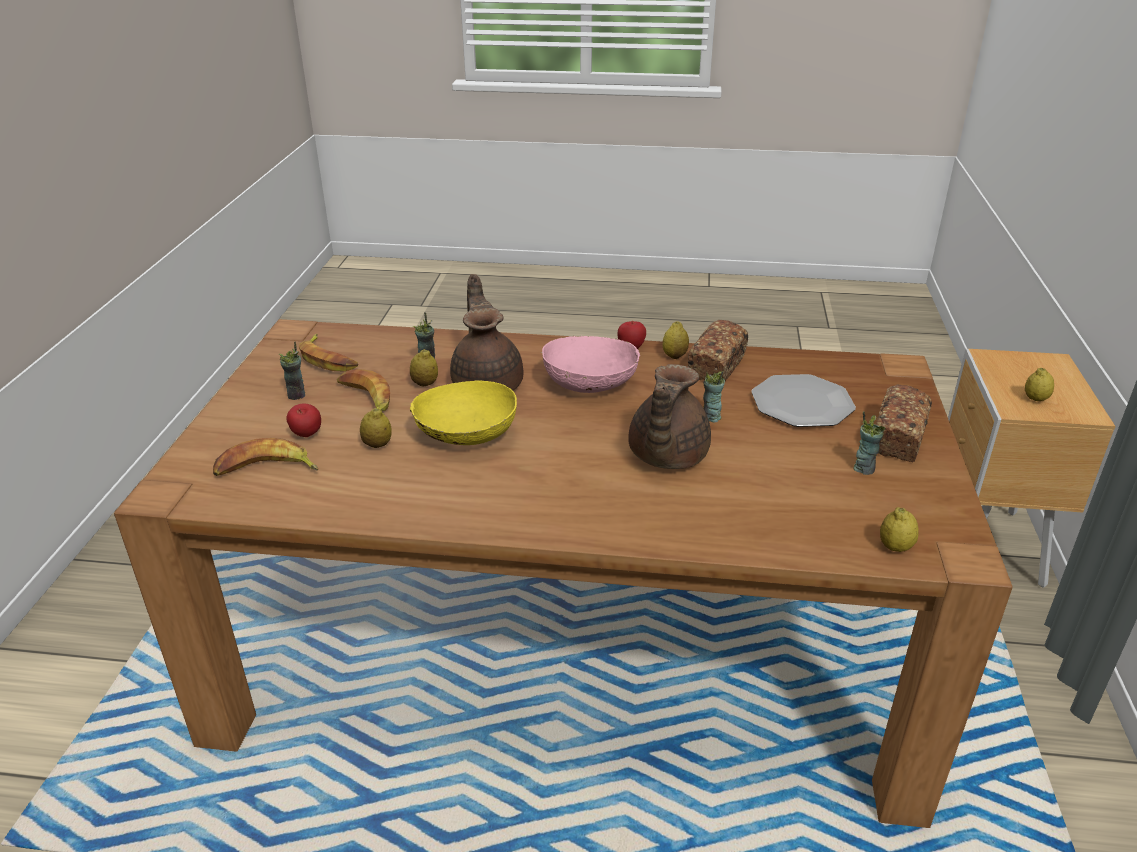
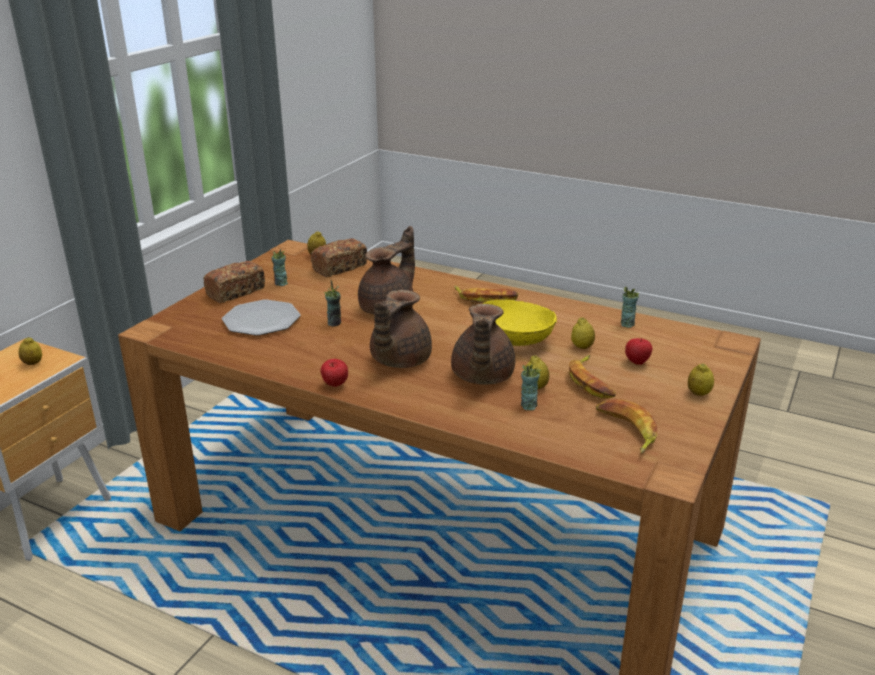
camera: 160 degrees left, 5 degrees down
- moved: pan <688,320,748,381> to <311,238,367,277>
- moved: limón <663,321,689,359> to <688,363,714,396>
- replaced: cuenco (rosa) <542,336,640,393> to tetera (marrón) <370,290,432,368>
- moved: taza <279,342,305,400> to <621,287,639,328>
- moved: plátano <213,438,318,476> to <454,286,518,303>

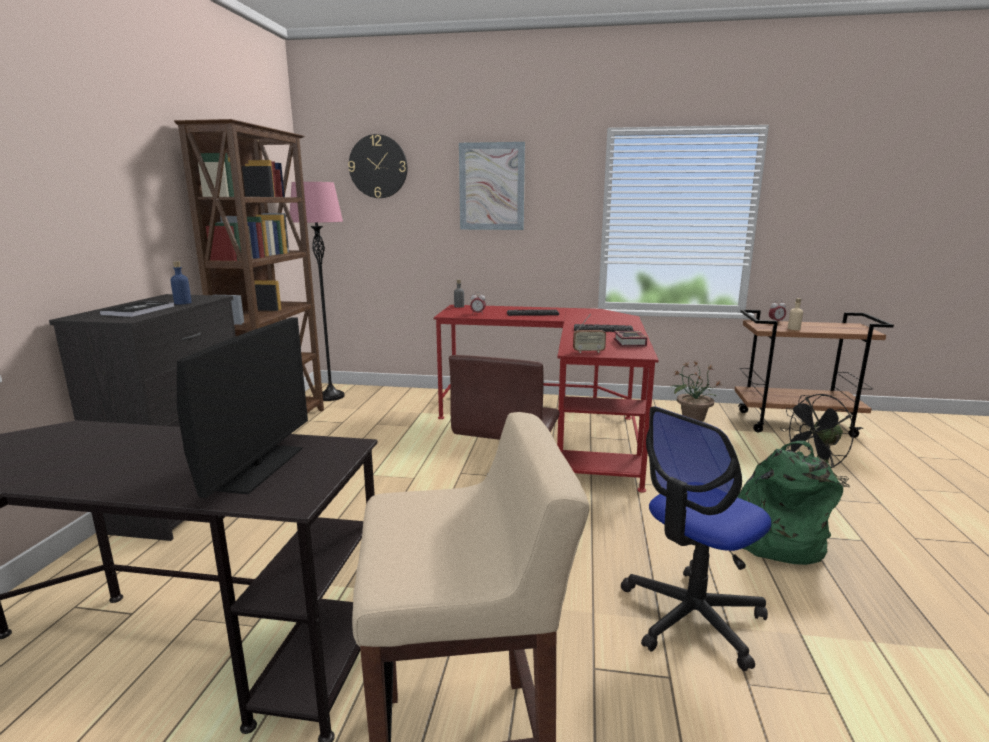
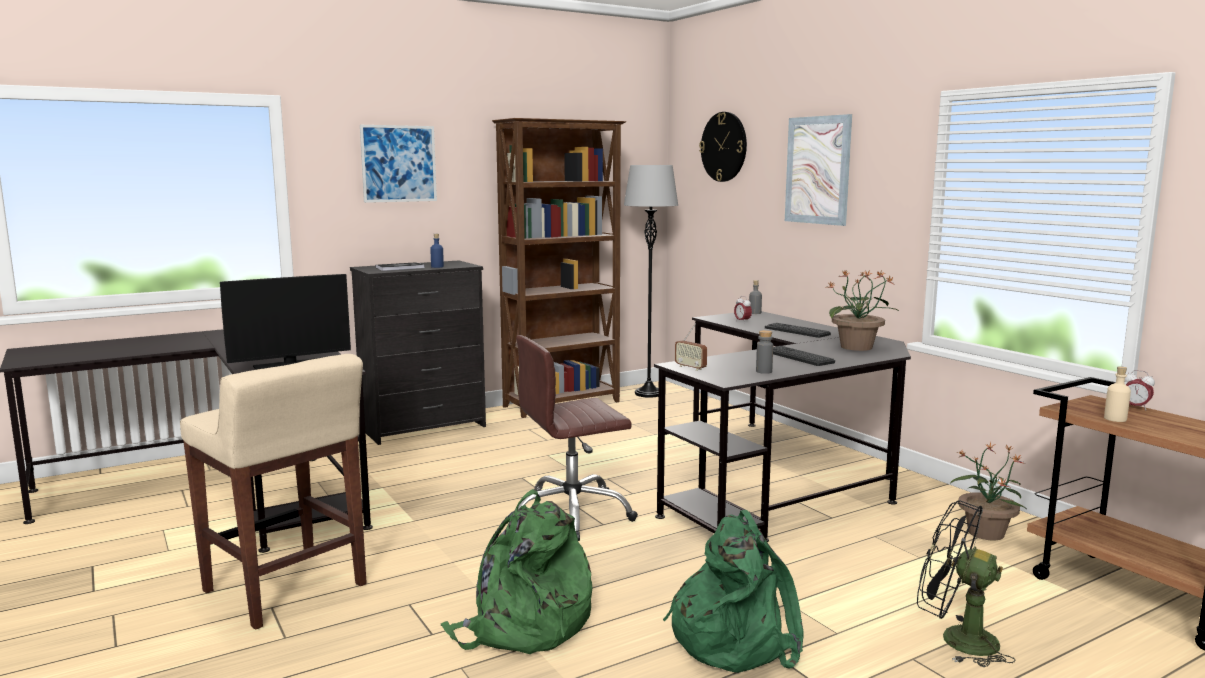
camera: 50 degrees right, 5 degrees down
- recoloured: lámpara de pie (rosa) <290,182,344,401> to lámpara de pie (gris) <624,165,678,398>
- recoloured: escritorio (rojo) <434,305,659,492> to escritorio (negro) <654,311,911,542>
- replaced: libro <614,331,647,347> to botella (gris) <756,330,773,374>
- replaced: silla de oficina <621,406,771,671> to mochila (verde) <441,489,592,654>
- added: cuadro <360,125,437,203>
- added: planta en maceta <826,270,900,351>

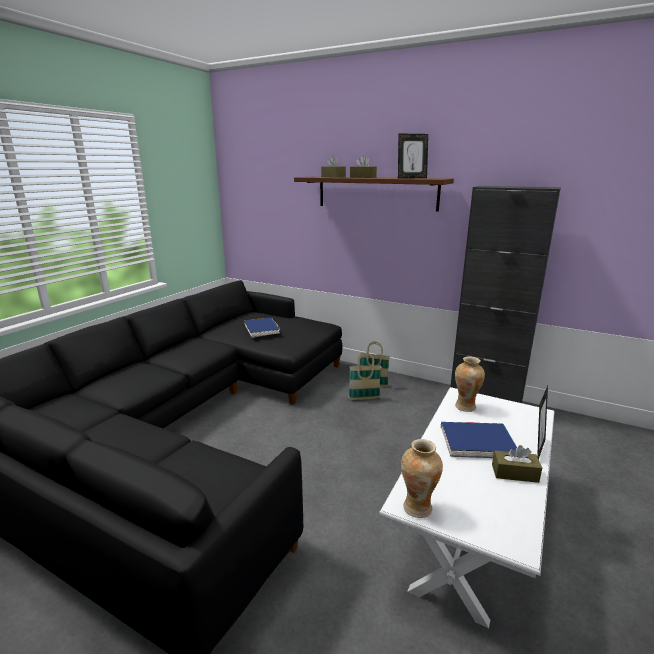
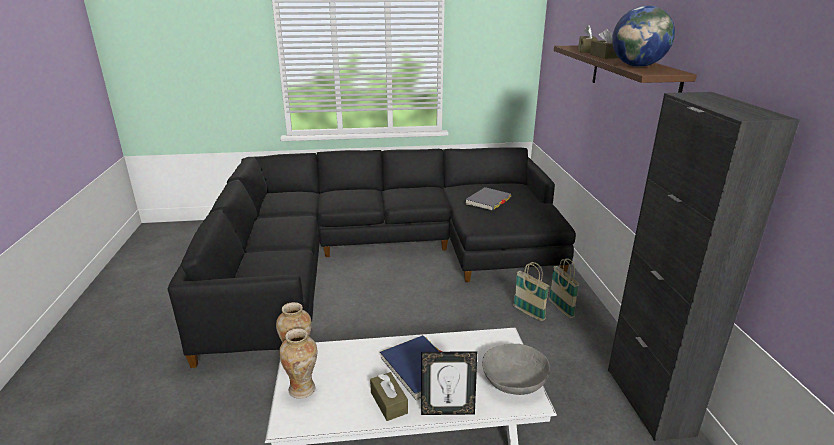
camera: 55 degrees right, 5 degrees up
- replaced: portarretratos <398,134,428,178> to globo terráqueo <612,6,675,67>
- recoloured: libro (azul) <244,318,281,338> to libro (gris) <465,187,511,211>
- moved: florero <455,356,485,412> to <279,328,317,399>
- added: cuenco (gris) <482,344,550,395>

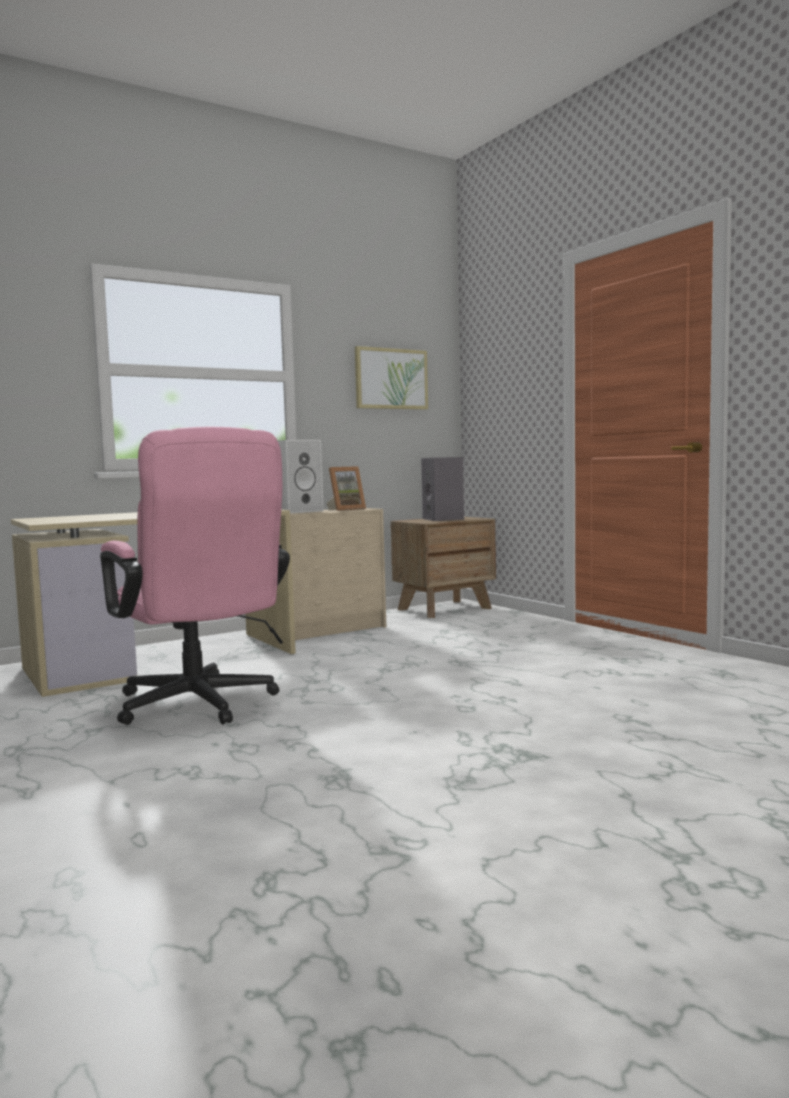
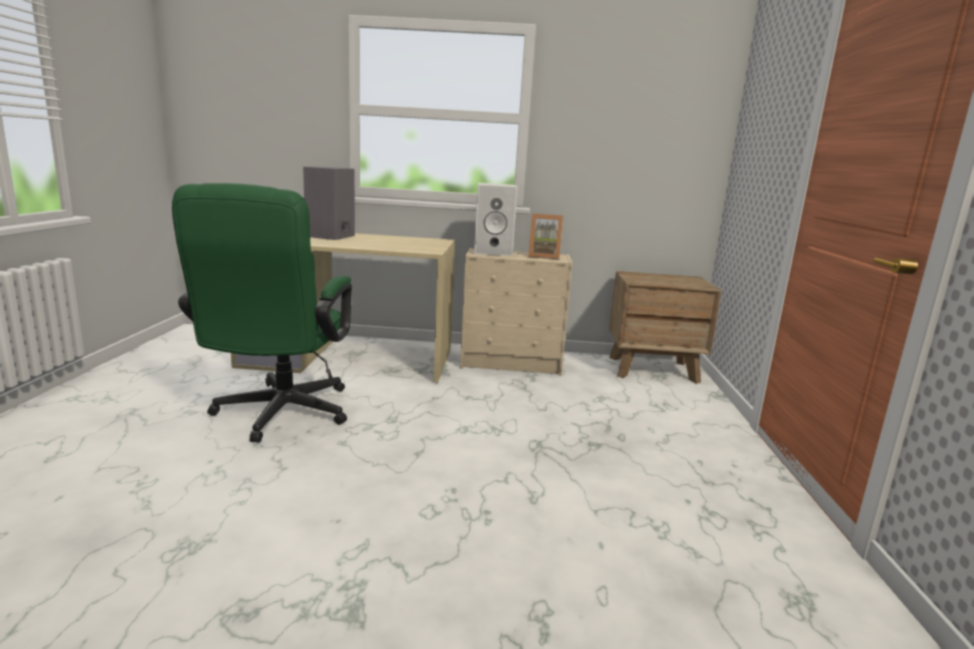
camera: 35 degrees right, 10 degrees up
- removed: cuadro <355,346,428,410>
- recoloured: silla de oficina (rosa) <100,427,290,725> to silla de oficina (verde) <172,183,352,443>
- moved: altavoz (gris) <421,457,464,521> to <303,167,355,240>

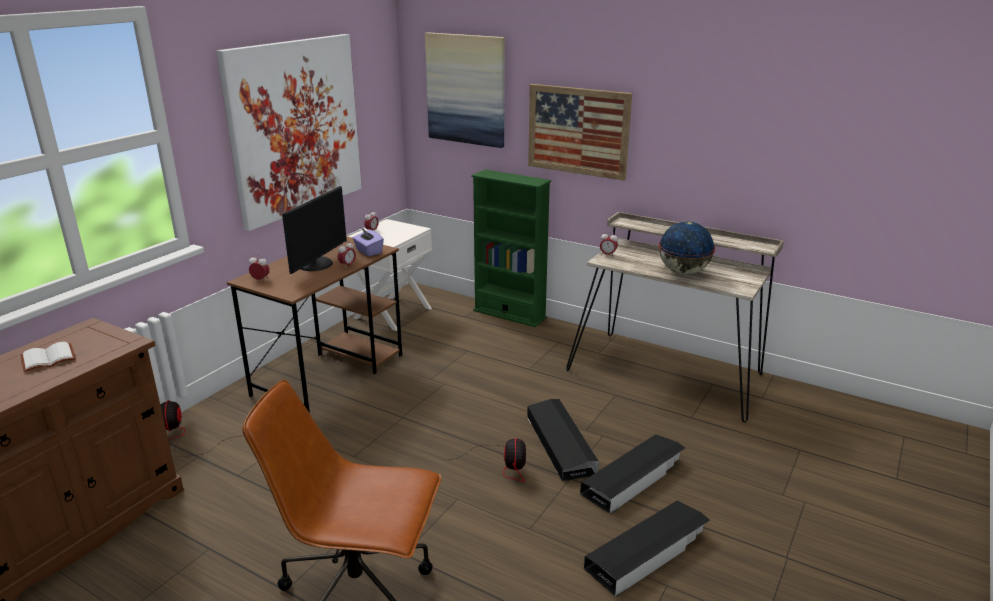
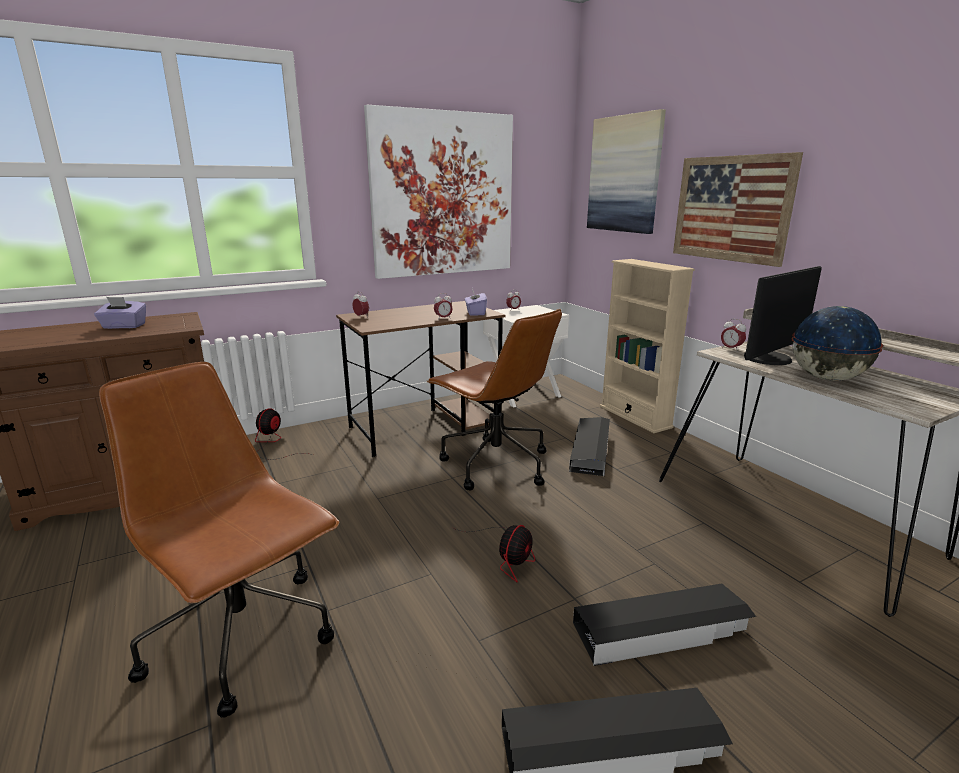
camera: 30 degrees right, 5 degrees down
- recoloured: estantería (verde) <471,169,551,327> to estantería (beis) <600,259,695,433>
- moved: monitor <282,186,347,274> to <744,266,822,365>
- replaced: libro (blanco) <21,342,76,372> to caja de pañuelos (morado) <94,297,146,329>
- moved: caja de almacenaje (negro) <527,399,599,481> to <569,417,610,476>
- added: silla de oficina (marrón) <427,309,562,491>

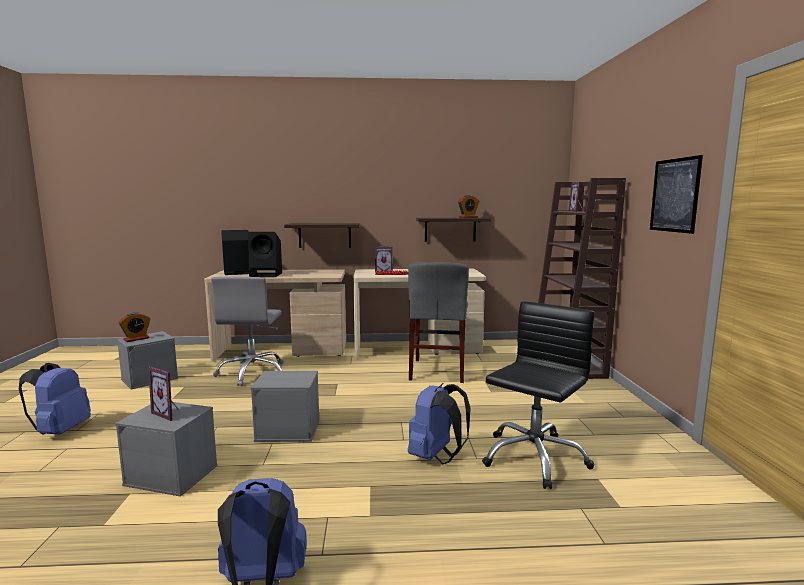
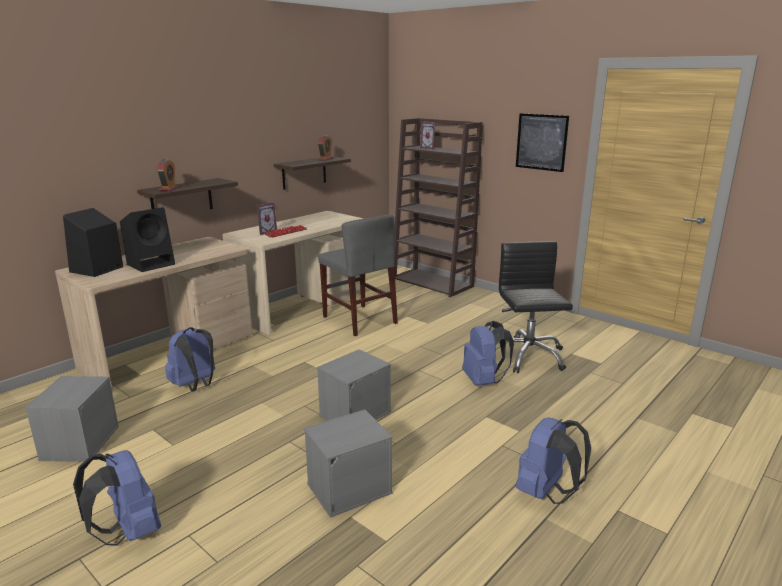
camera: 45 degrees left, 10 degrees up
- replaced: silla de oficina (gris) <211,277,283,386> to mochila (azul) <165,327,215,392>
- moved: despertador <119,312,150,342> to <157,159,179,191>
- removed: portarretratos <148,366,179,421>

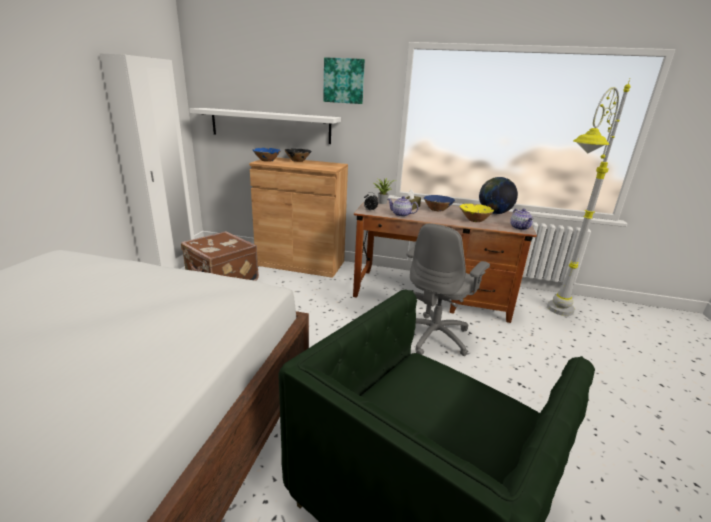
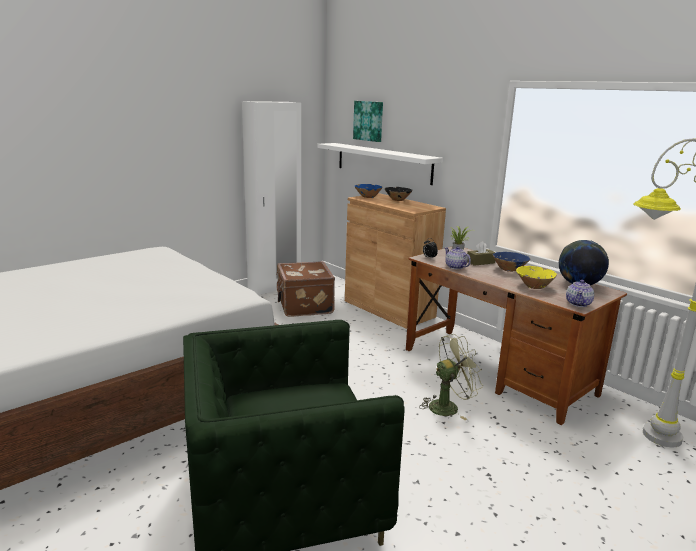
camera: 35 degrees right, 5 degrees down
- moved: cuadro <323,57,365,104> to <353,101,383,142>
- replaced: silla de oficina (gris) <406,224,490,356> to ventilador (verde) <419,334,483,420>

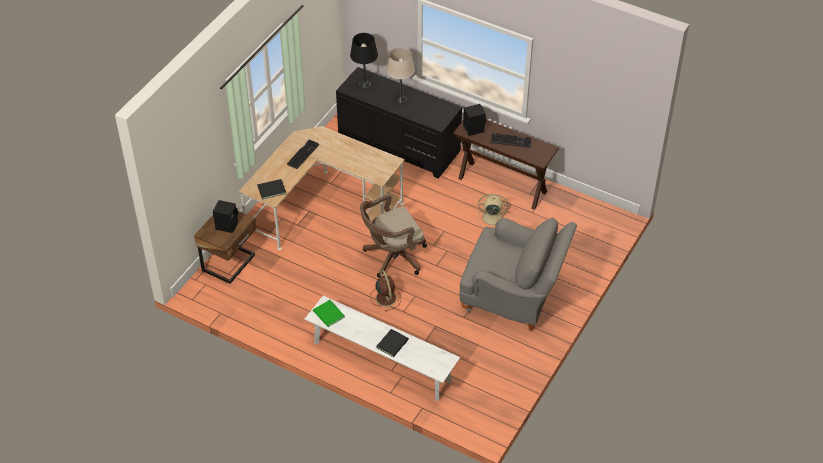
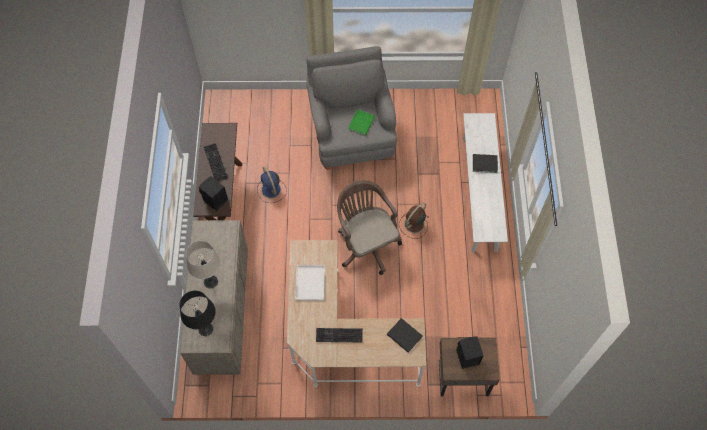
camera: 120 degrees left, 15 degrees up
- recoloured: cómoda (negro) <336,67,462,178> to cómoda (beis) <180,220,248,375>
- turned: silla de oficina (marrón) <360,194,427,278> = <337,180,402,275> 150 degrees counterclockwise
- recoloured: ventilador (beis) <477,194,508,228> to ventilador (azul) <257,166,287,203>
- moved: libro (verde) <313,300,345,327> to <348,109,375,136>
- added: bandeja (blanco) <295,265,325,301>

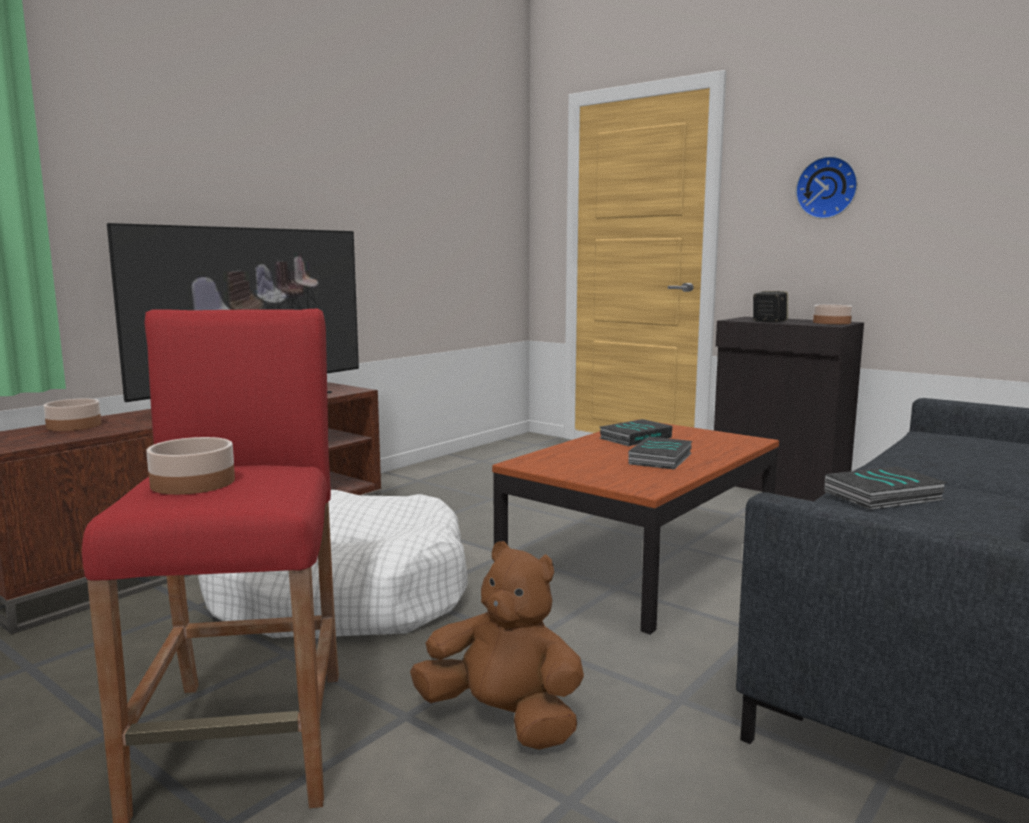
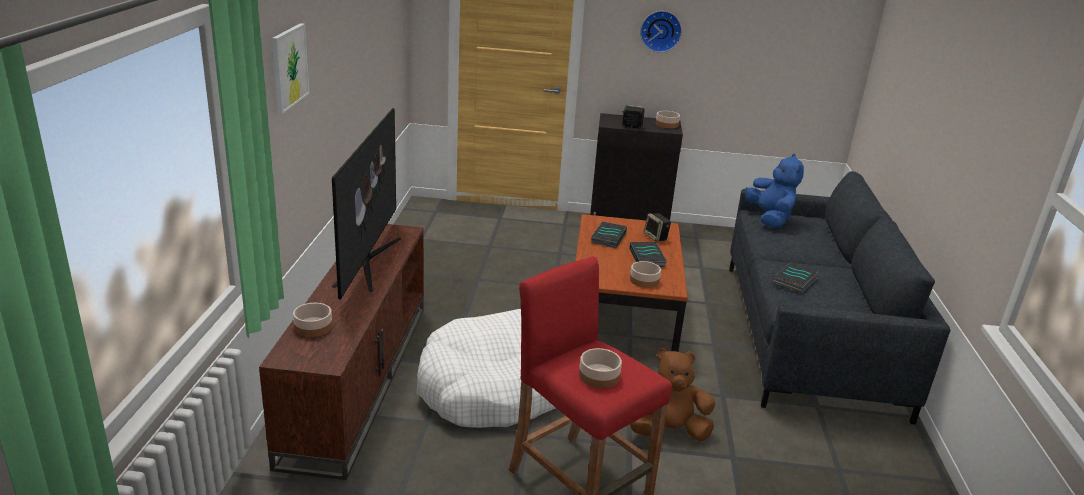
camera: 35 degrees left, 15 degrees up
- added: cuadro <272,23,309,114>
- added: peluche (azul) <745,154,804,228>
- added: altavoz <644,213,671,242>
- added: cuenco <630,261,661,288>

